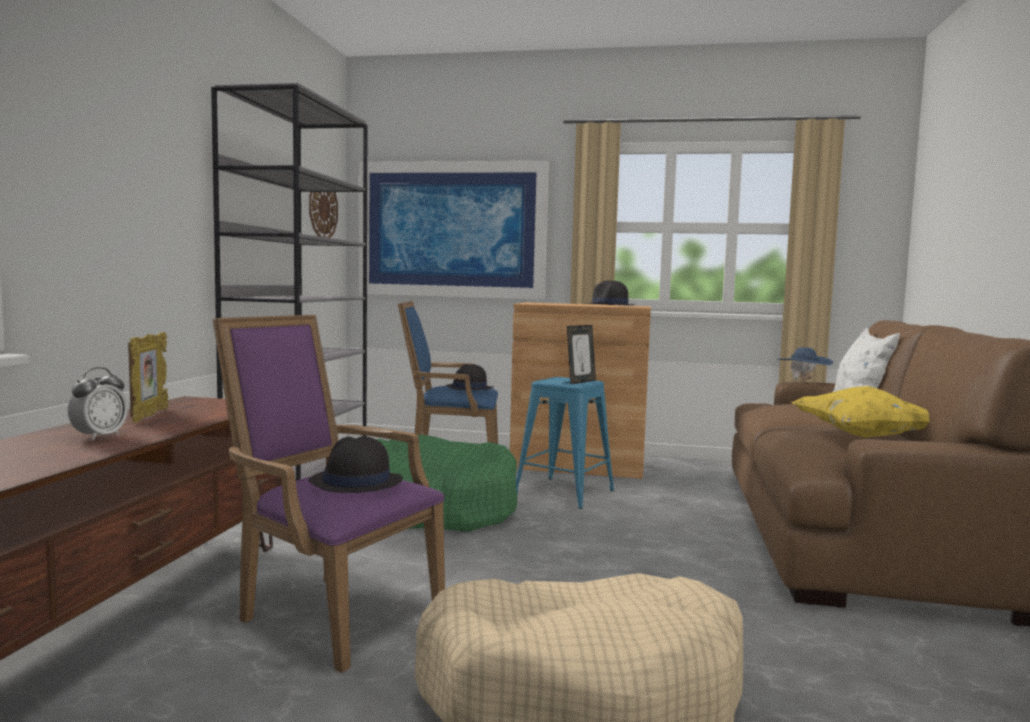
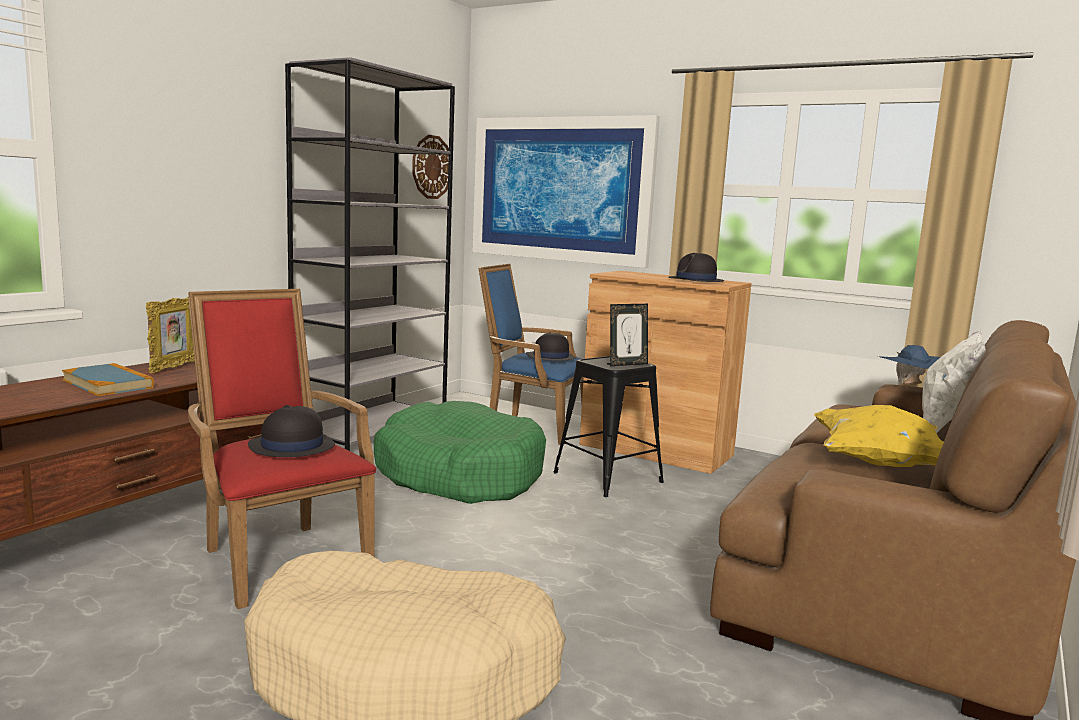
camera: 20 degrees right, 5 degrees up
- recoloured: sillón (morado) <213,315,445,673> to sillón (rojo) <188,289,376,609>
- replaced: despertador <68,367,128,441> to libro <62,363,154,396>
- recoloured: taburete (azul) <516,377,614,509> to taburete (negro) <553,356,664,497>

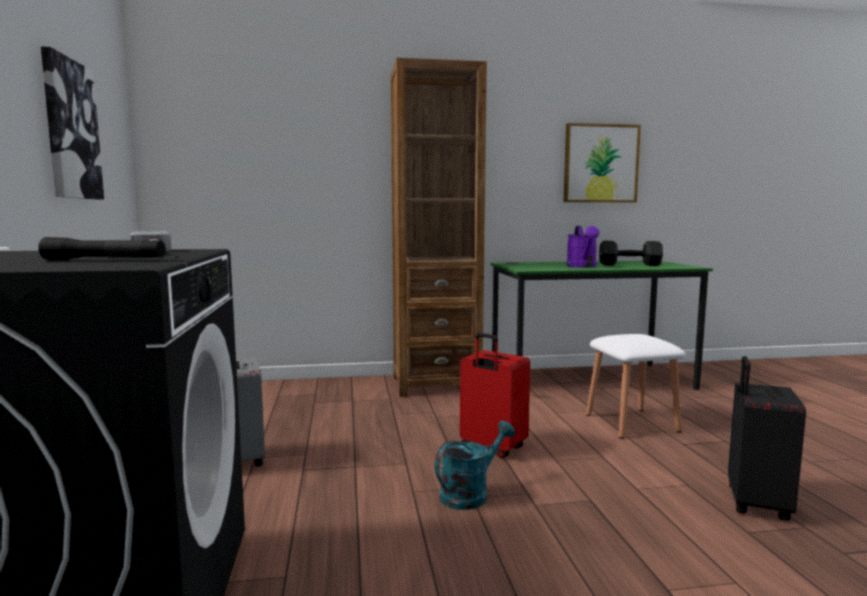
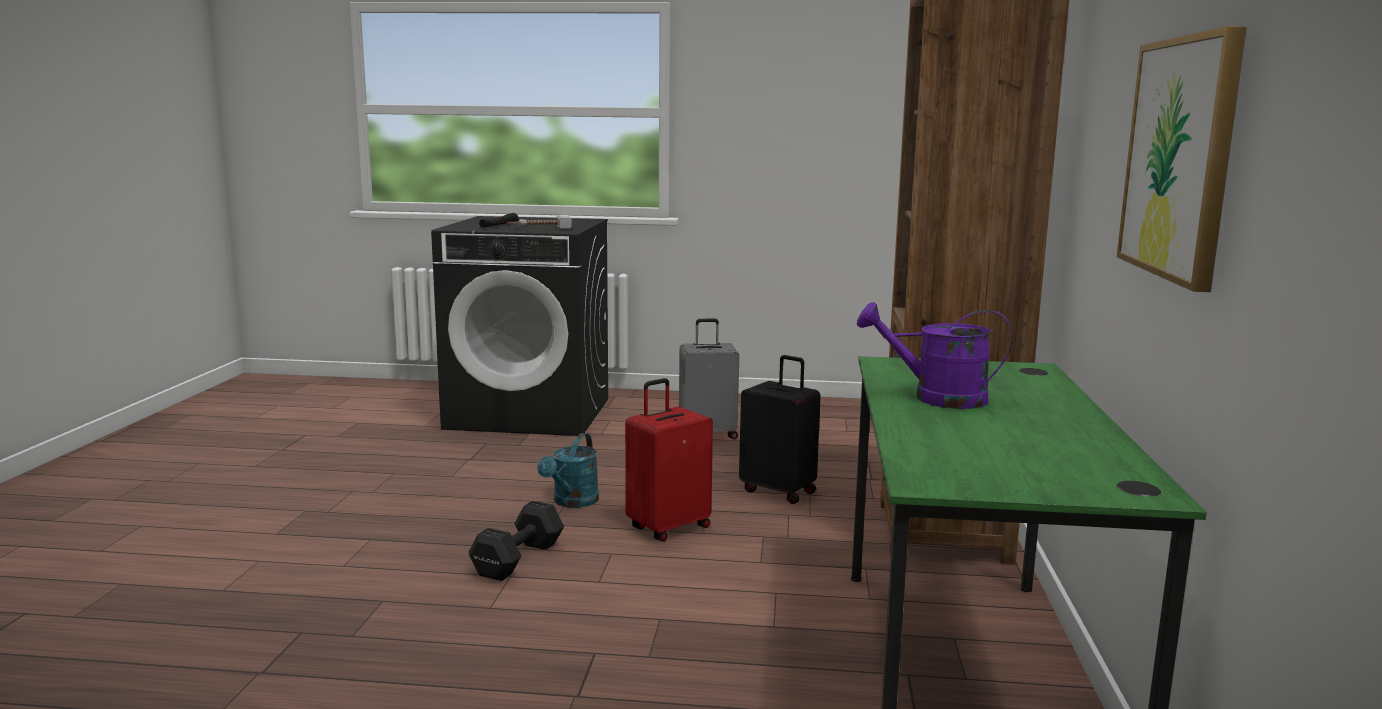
camera: 105 degrees right, 5 degrees up
- removed: cuadro <41,46,104,199>
- moved: mancuerna (negro) <599,241,663,266> to <468,501,564,581>
- removed: taburete (blanco) <586,334,685,439>
- moved: maleta (negro) <728,356,806,521> to <739,355,821,504>
- turned: regadera (turquesa) <435,421,515,510> = <537,433,599,508> 45 degrees clockwise

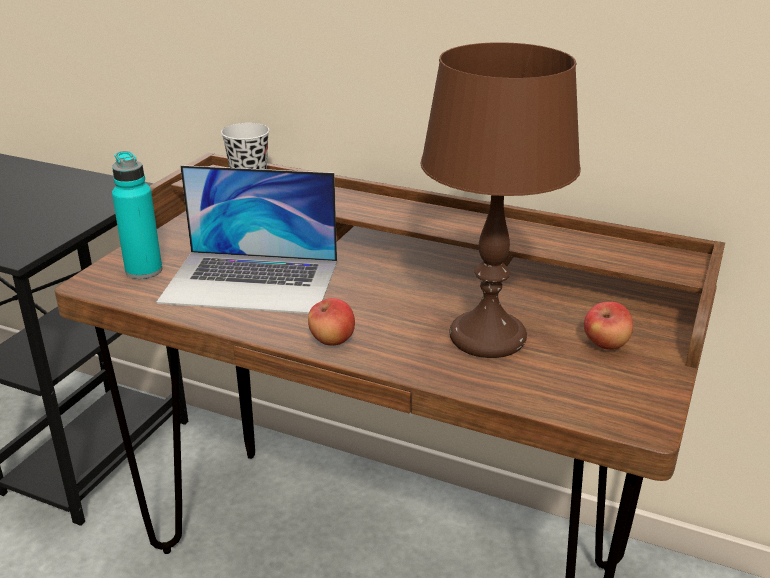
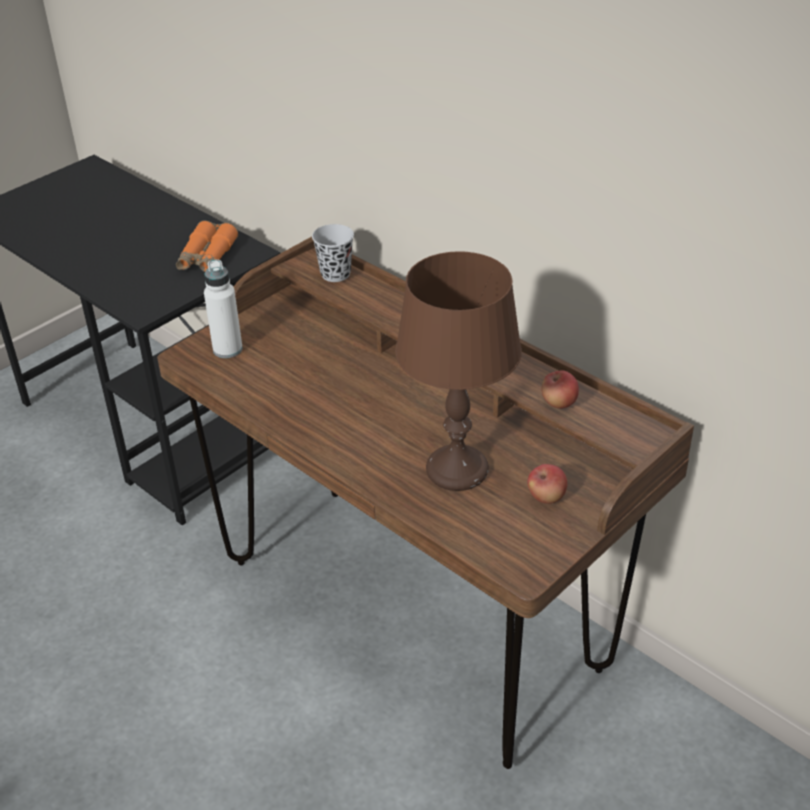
camera: 20 degrees right, 10 degrees up
- recoloured: botella (turquesa) <112,151,162,279> to botella (blanco) <204,259,243,358>
- removed: portátil <156,165,337,314>
- moved: manzana <308,298,355,346> to <541,370,579,409>
- added: prismáticos (naranja) <176,220,238,272>

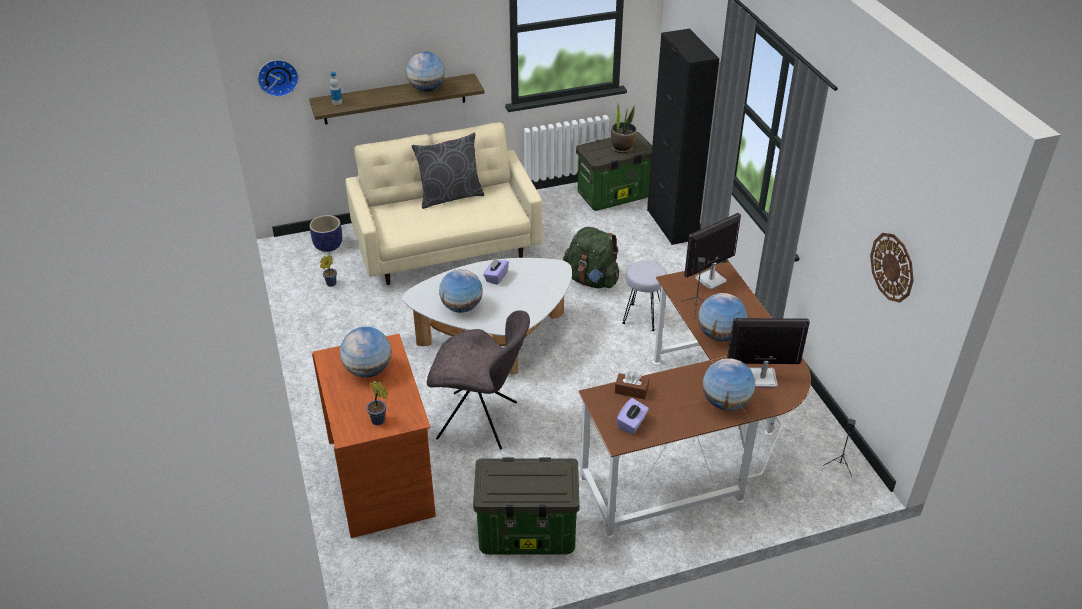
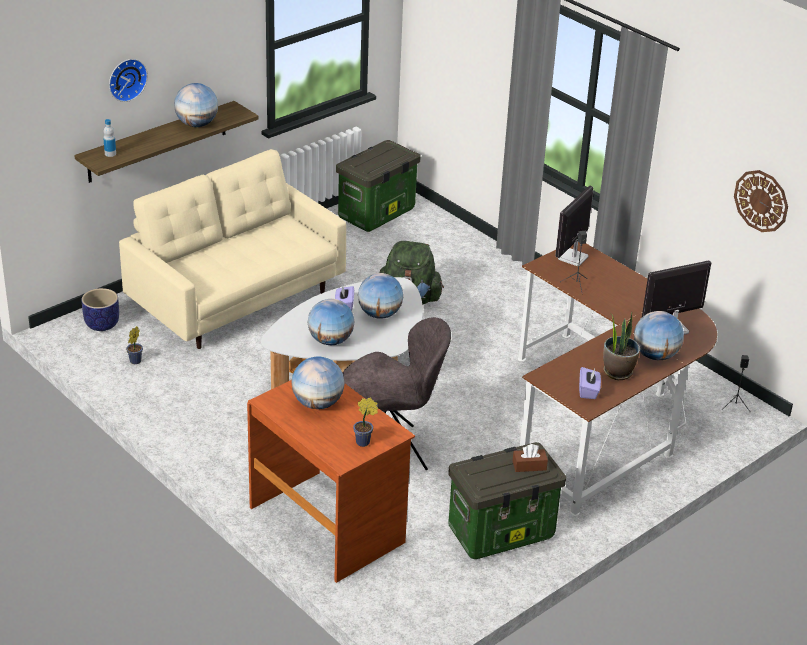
camera: 25 degrees left, 5 degrees down
- removed: armario (negro) <647,29,719,245>
- moved: reloj de pared <258,60,299,97> to <109,59,148,102>
- moved: planta en maceta <611,102,637,153> to <603,312,640,380>
- removed: cojín (gris) <412,133,484,209>
- removed: taburete (gris) <622,261,667,331>
- moved: globo terráqueo <698,293,747,341> to <358,273,403,319>
- moved: caja de pañuelos (marrón) <615,371,649,399> to <513,444,548,472>

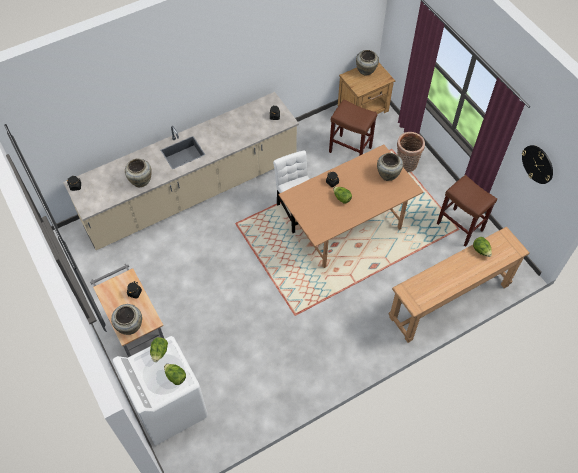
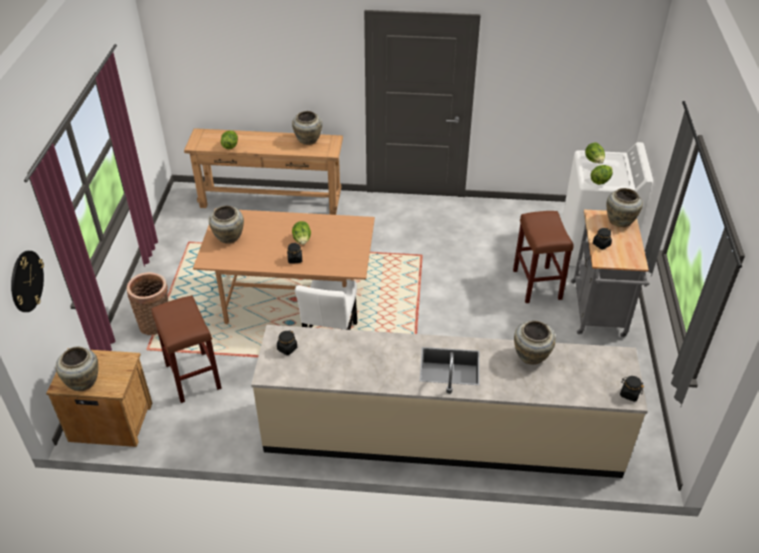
camera: 145 degrees left, 15 degrees down
- moved: reloj de pared <522,145,553,184> to <11,251,44,312>
- moved: taburete (marrón) <437,175,497,247> to <513,211,574,303>
- added: florero (beis) <292,111,322,145>

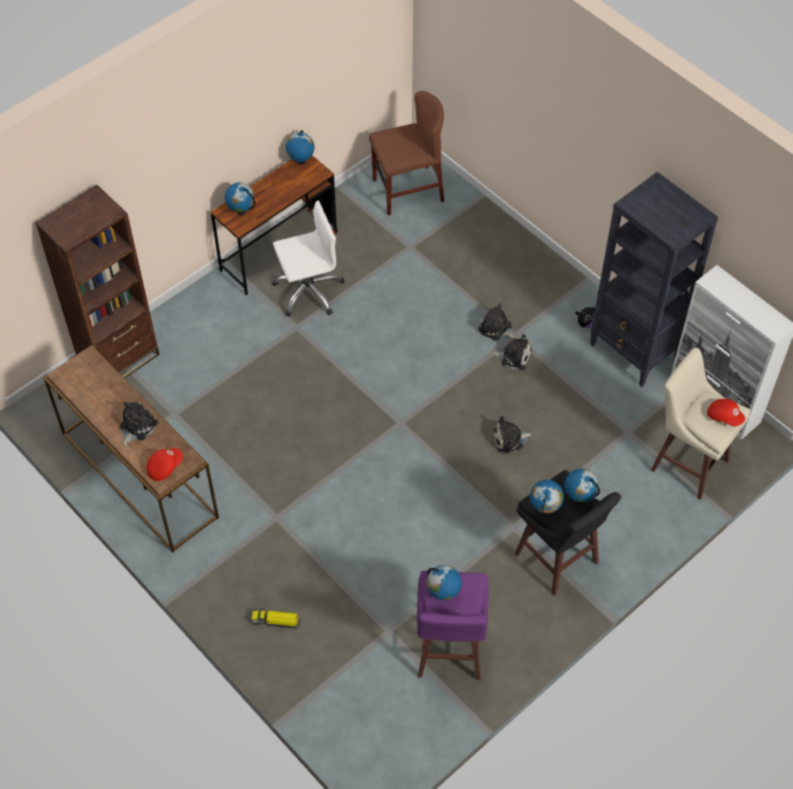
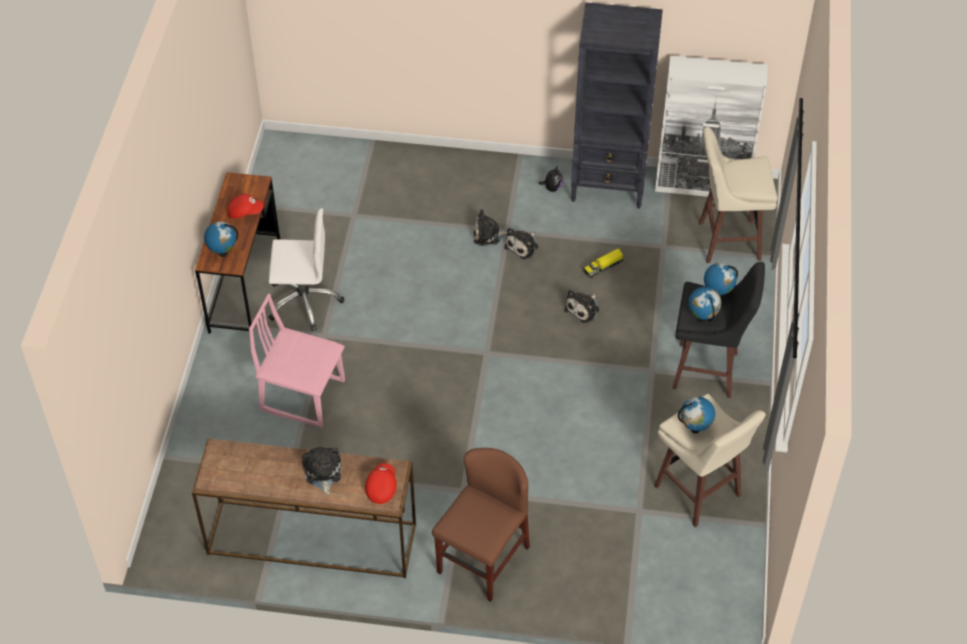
camera: 40 degrees left, 5 degrees down
- moved: silla (marrón) <369,91,444,215> to <432,448,530,602>
- removed: globo terráqueo <286,130,314,165>
- removed: estantería (marrón) <36,185,160,378>
- turned: silla de oficina (blanco) <272,201,345,317> = <269,208,344,331> 60 degrees clockwise
- turned: peluche <492,334,531,370> = <504,228,538,259> 150 degrees clockwise
- moved: gorra (rojo) <707,399,745,427> to <228,194,264,219>
- recoloured: taburete (morado) <417,571,489,680> to taburete (beis) <654,394,766,527>
- moved: camión de juguete <251,609,300,629> to <583,249,624,278>
- added: silla (rosa) <249,294,345,428>

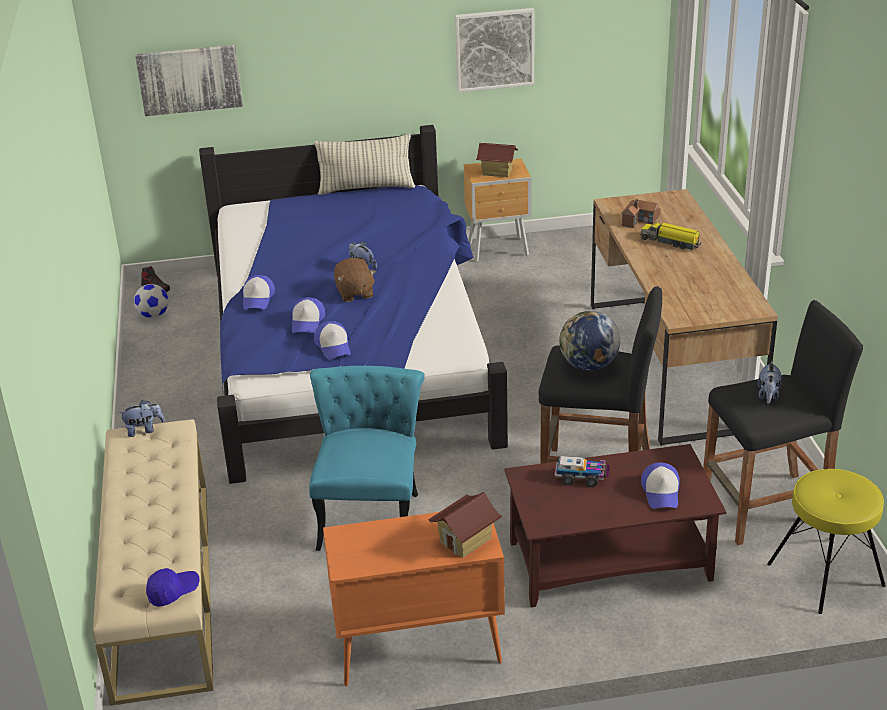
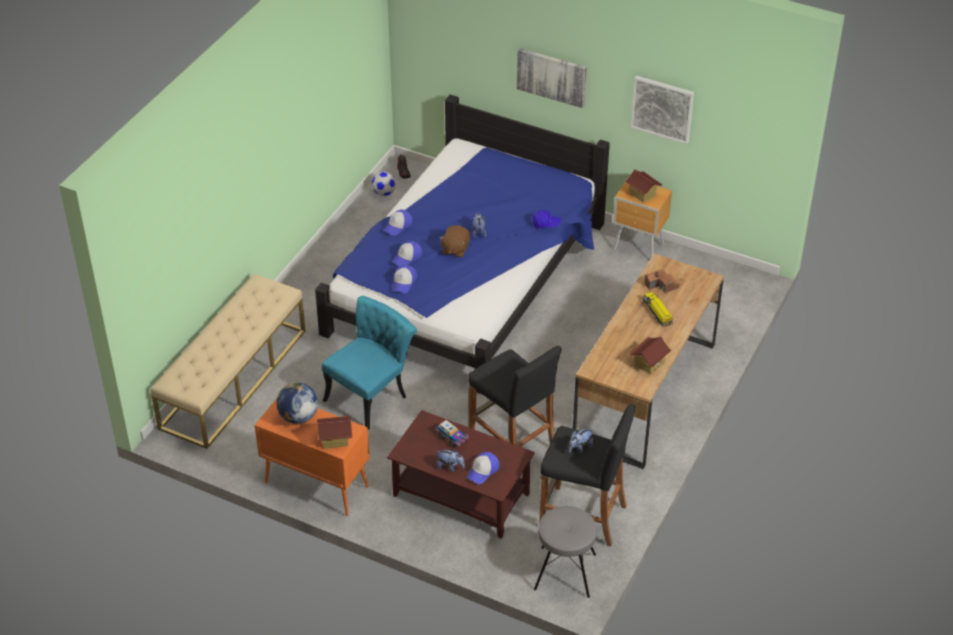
camera: 35 degrees right, 10 degrees up
- moved: cuadro <135,45,243,116> to <517,48,587,108>
- removed: cojín <314,134,415,195>
- moved: globo terráqueo <559,311,620,371> to <276,382,318,424>
- moved: peluche <119,400,165,437> to <437,449,465,472>
- recoloured: taburete (amarillo) <767,469,886,614> to taburete (gris) <534,506,597,598>
- moved: gorra (azul) <146,568,199,607> to <533,210,561,228>
- added: casita <629,336,672,374>

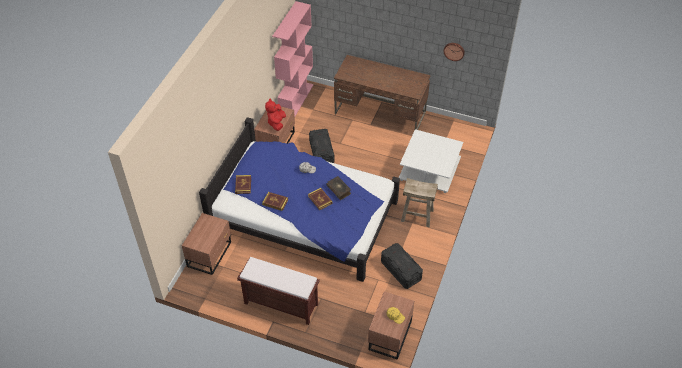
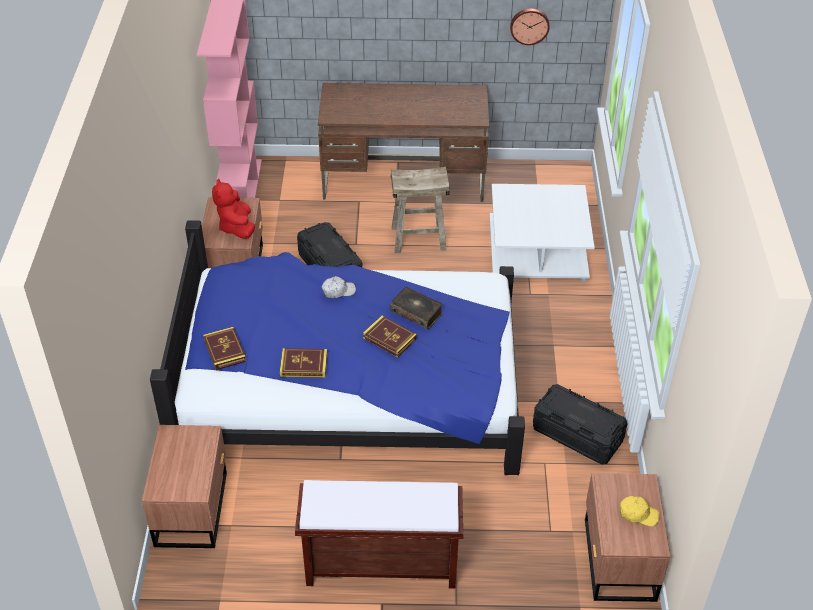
camera: 20 degrees left, 5 degrees down
- moved: taburete (beis) <401,178,438,227> to <390,167,450,253>

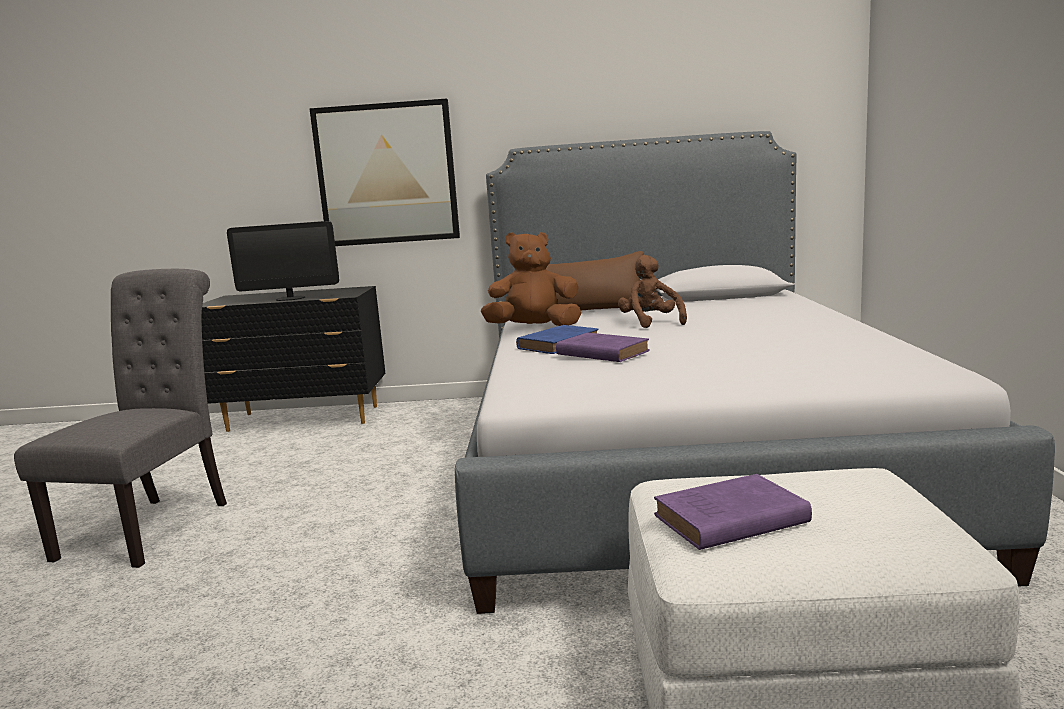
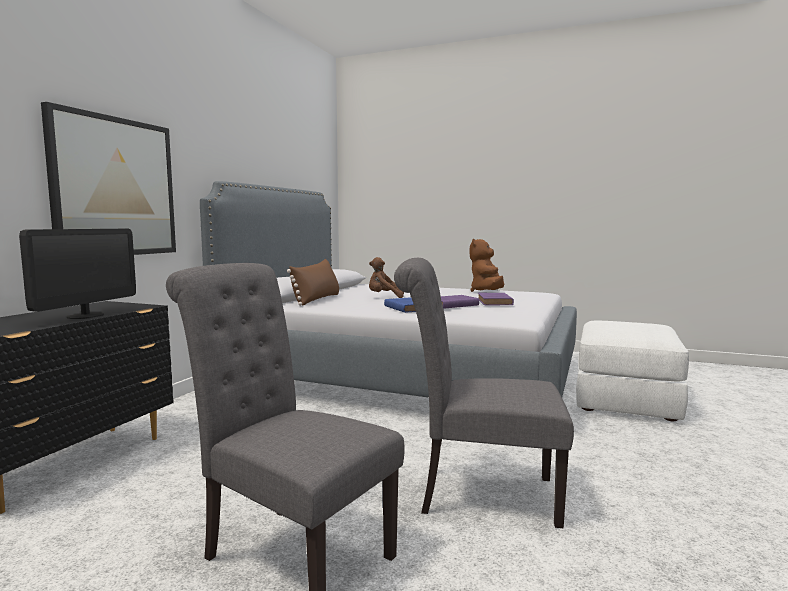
camera: 70 degrees left, 5 degrees down
- moved: peluche (marrón) <481,232,581,326> to <470,238,504,292>
- moved: libro (morado) <654,474,812,550> to <478,293,514,305>
- added: silla (gris) <394,258,574,528>

